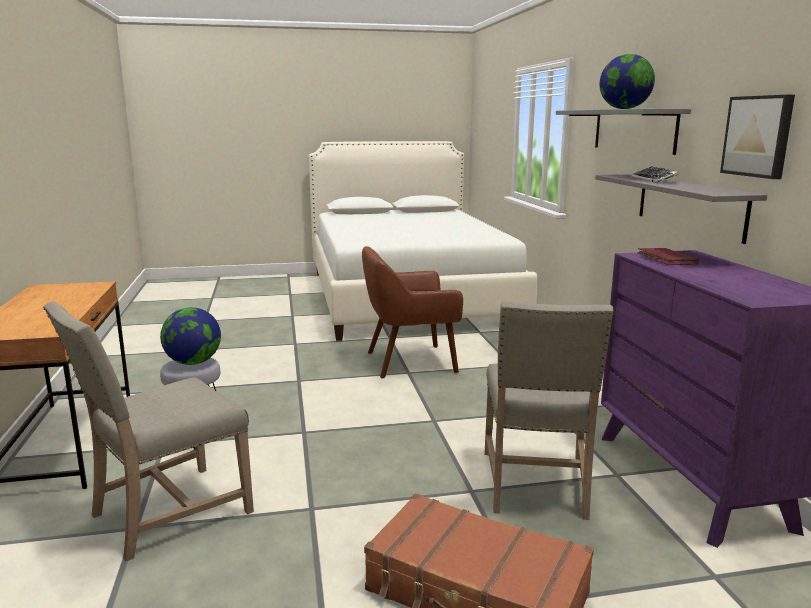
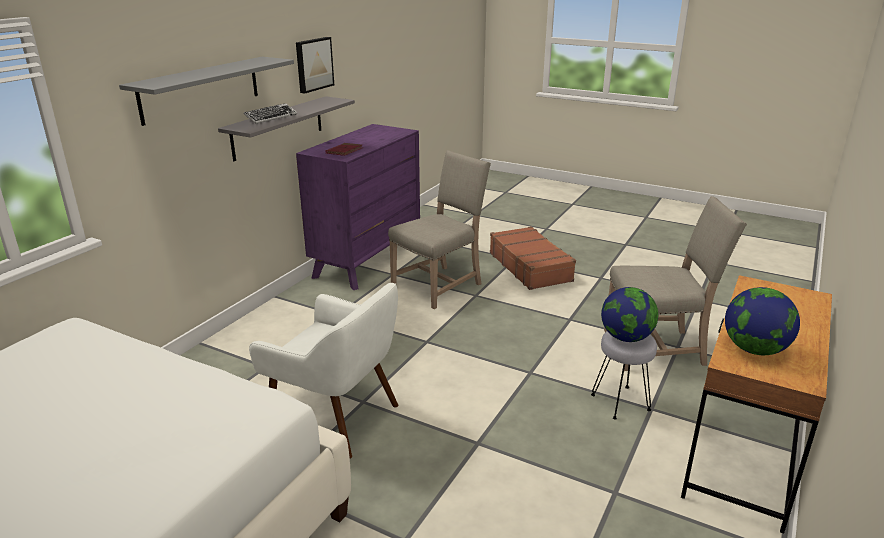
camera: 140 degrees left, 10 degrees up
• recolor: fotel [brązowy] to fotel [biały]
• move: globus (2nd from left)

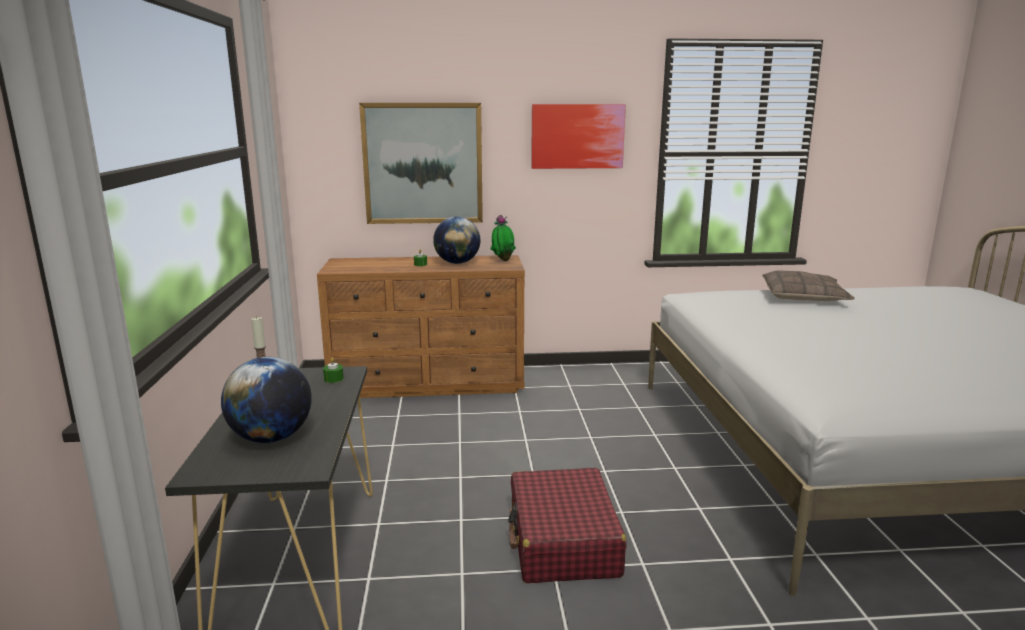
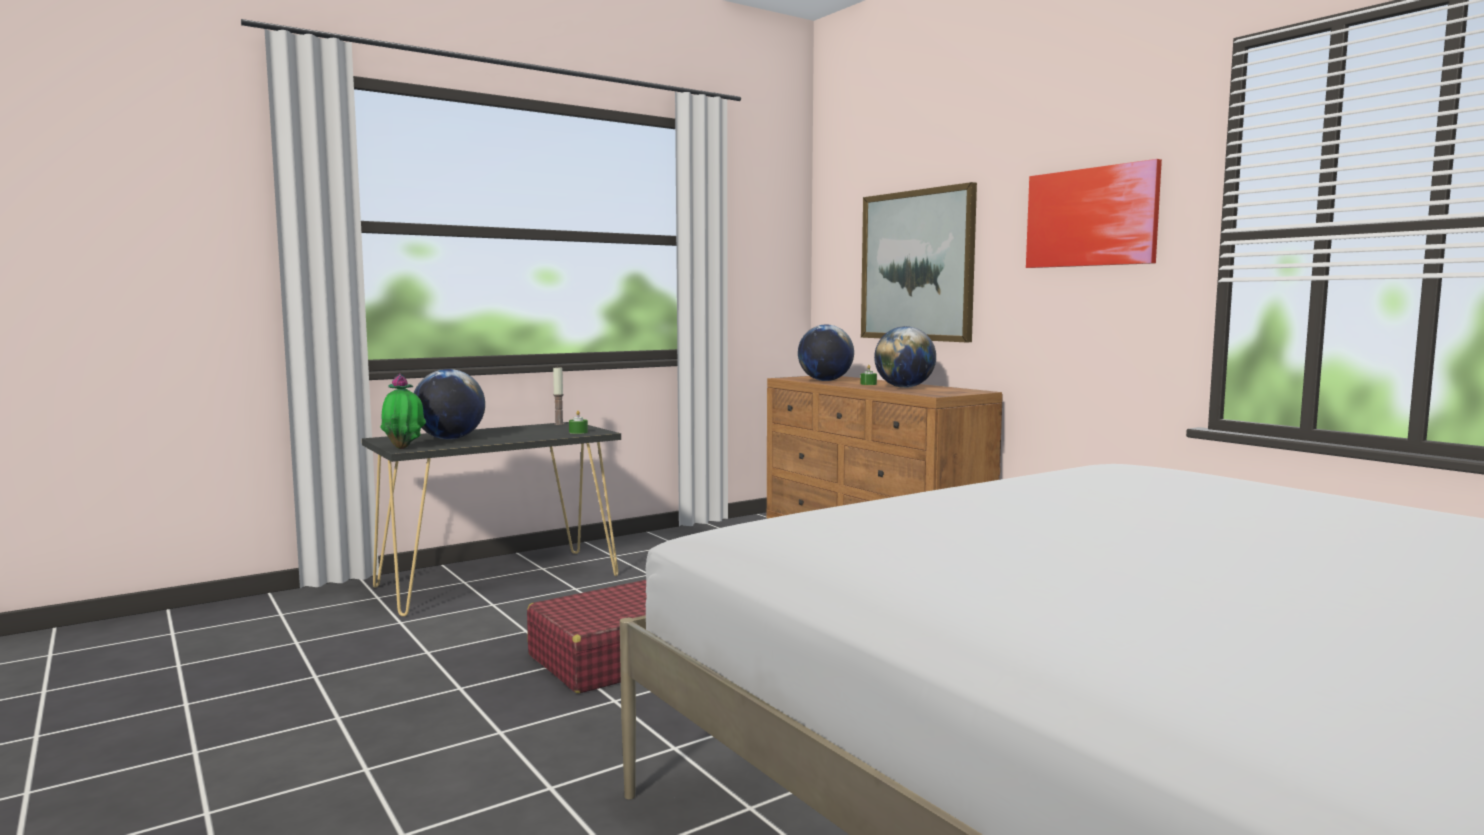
camera: 60 degrees right, 10 degrees down
• move: roślina doniczkowa
• insert: globus (2nd from left)
• delete: poduszka

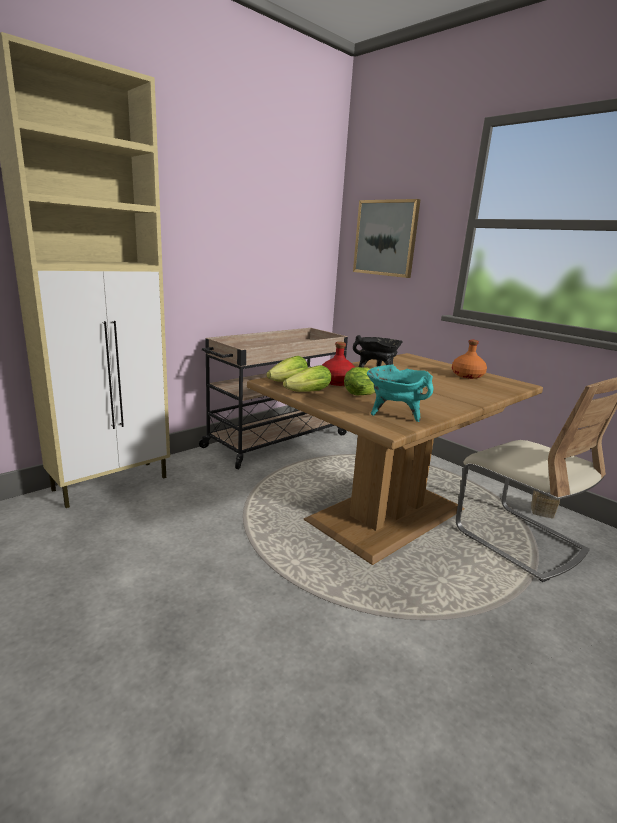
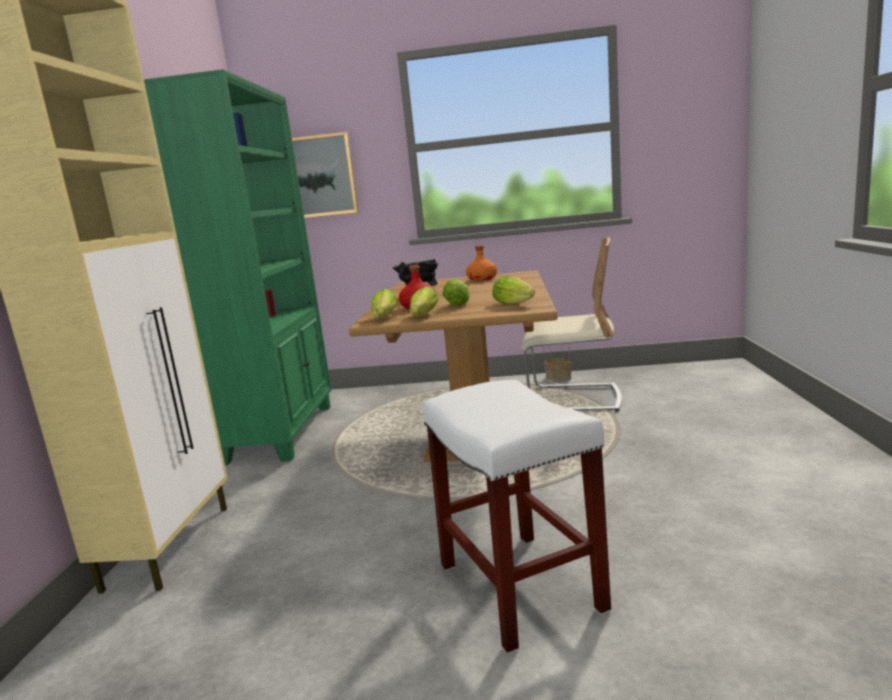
camera: 40 degrees left, 5 degrees down
• replace: wózek [beżowy] to regał [zielony]
• insert: stołek [biały]
• replace: garnek [turkusowy] to sałata (4th from left)

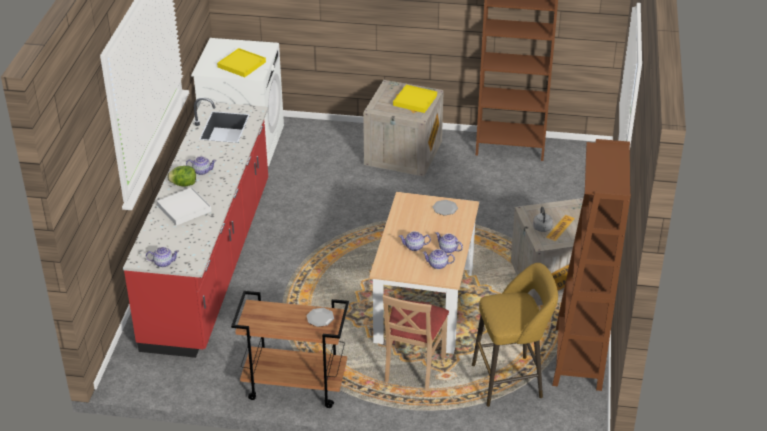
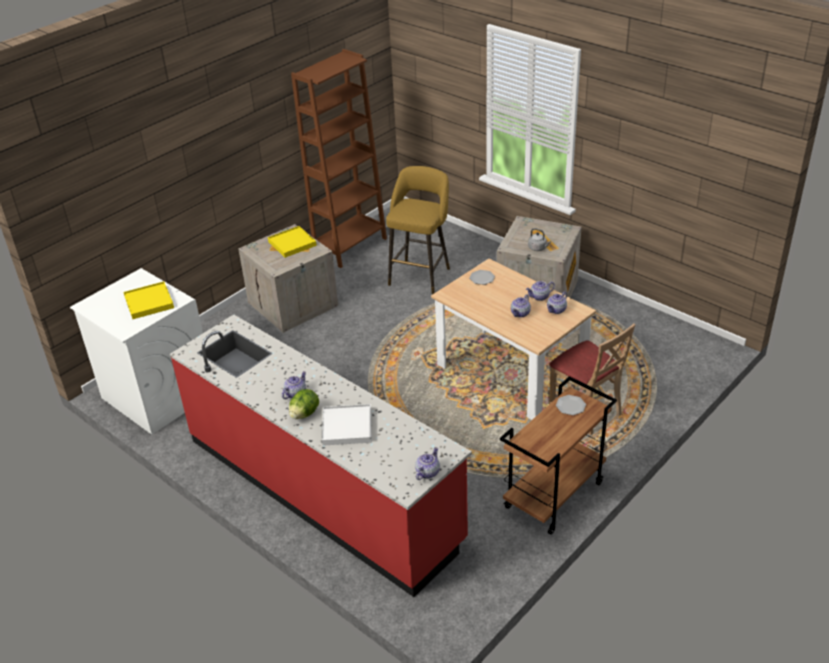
camera: 55 degrees left, 0 degrees up
• move: stołek [żółty]
• delete: regał [brązowy] (2nd from left)

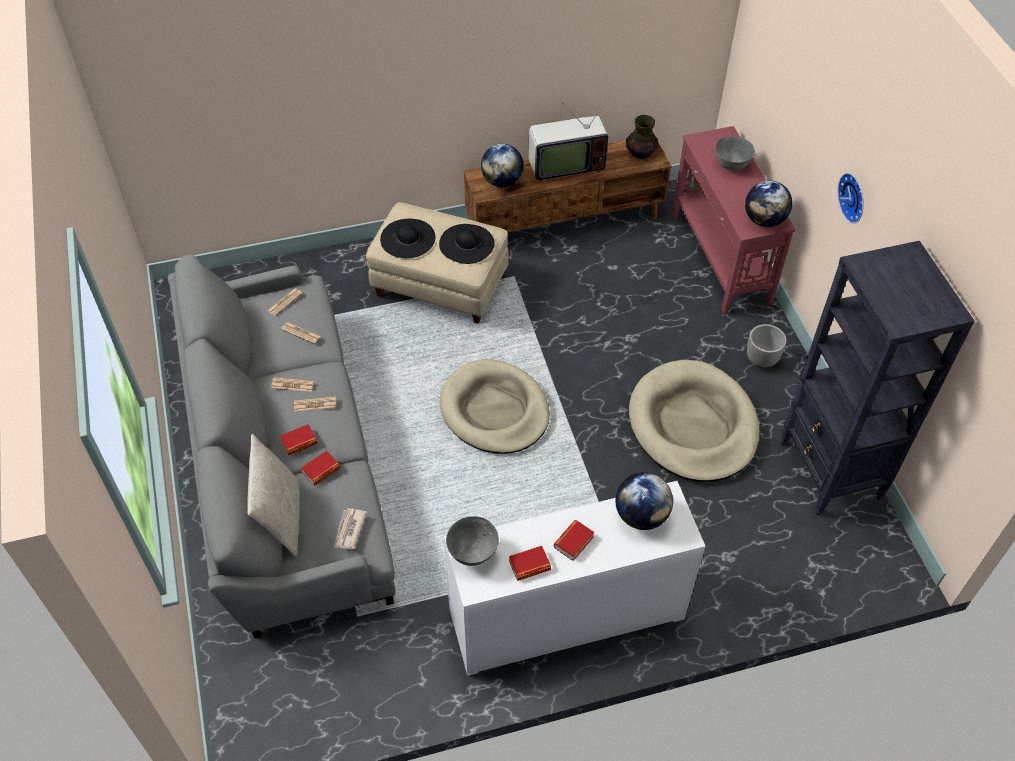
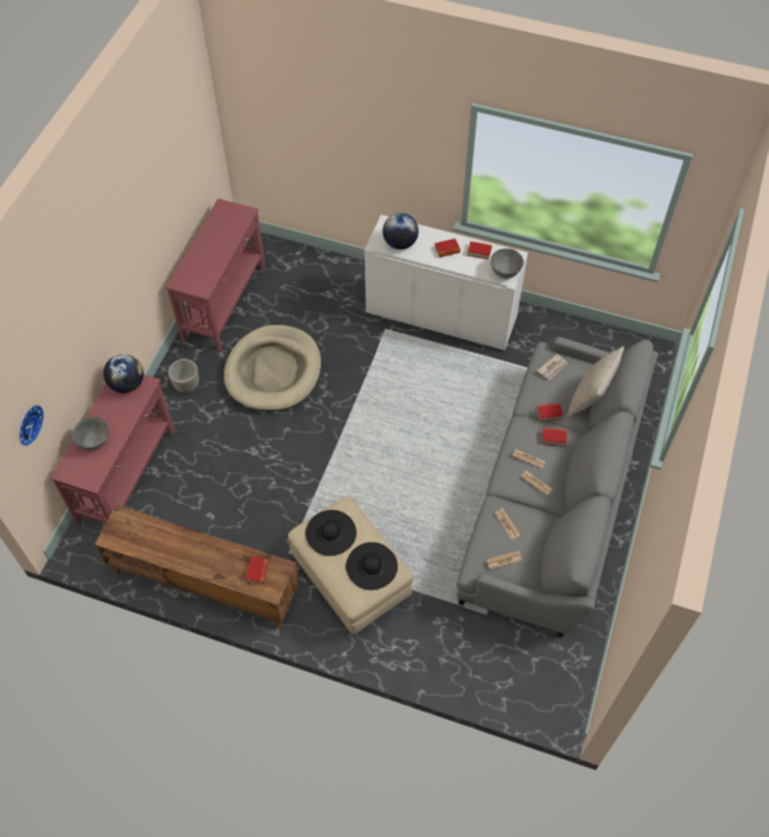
camera: 145 degrees left, 5 degrees up
• move: zegar ścienny
• replace: regał [czarny] to stolik konsolowy [czerwony] (2nd from left)
• replace: globus (1st from left) to książka (1st from left)
• delete: legowisko [beżowy] (1st from left)
• delete: telewizor
• delete: wazon

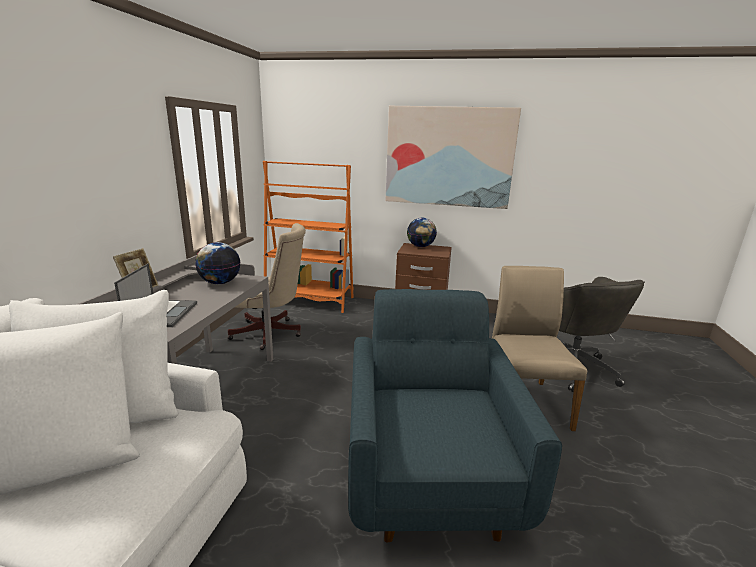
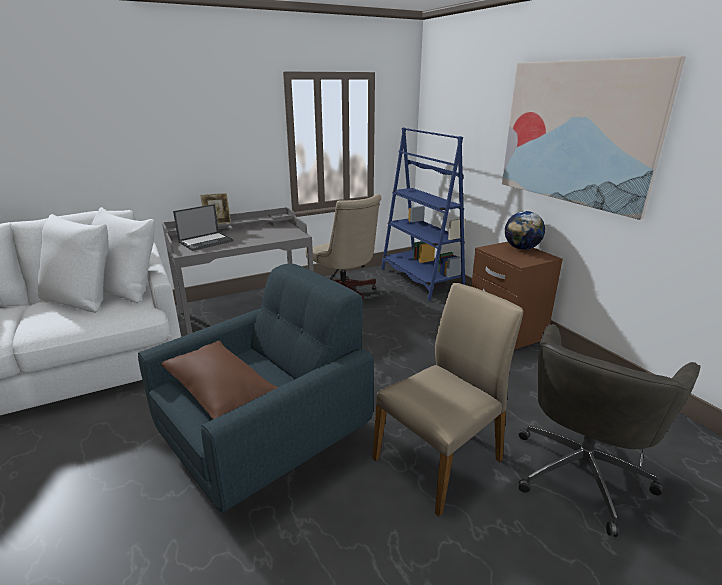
camera: 50 degrees right, 5 degrees up
• insert: poduszka [brązowy]
• recolor: regał [pomarańczowy] to regał [niebieski]
• delete: globus (1st from left)

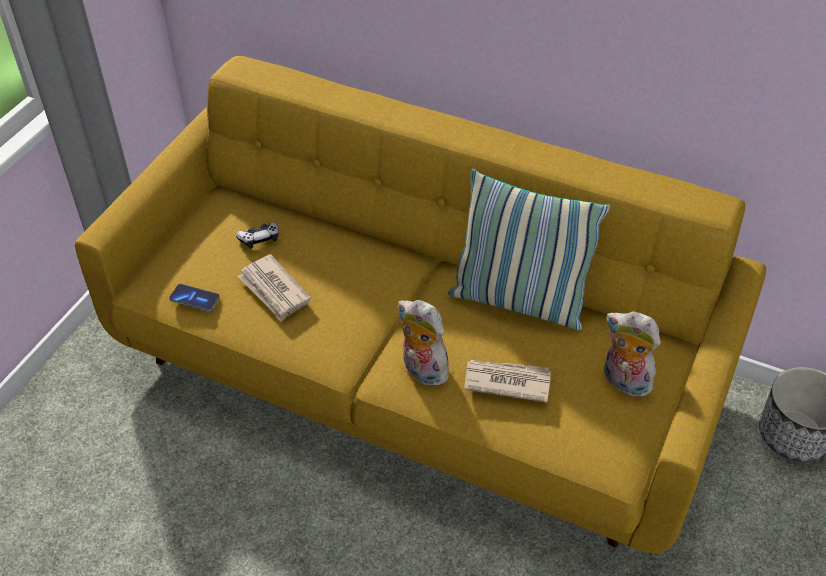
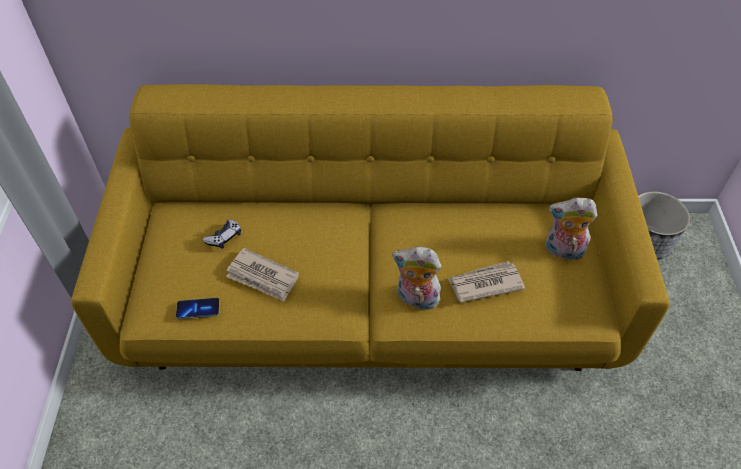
camera: 25 degrees left, 5 degrees up
• delete: poduszka

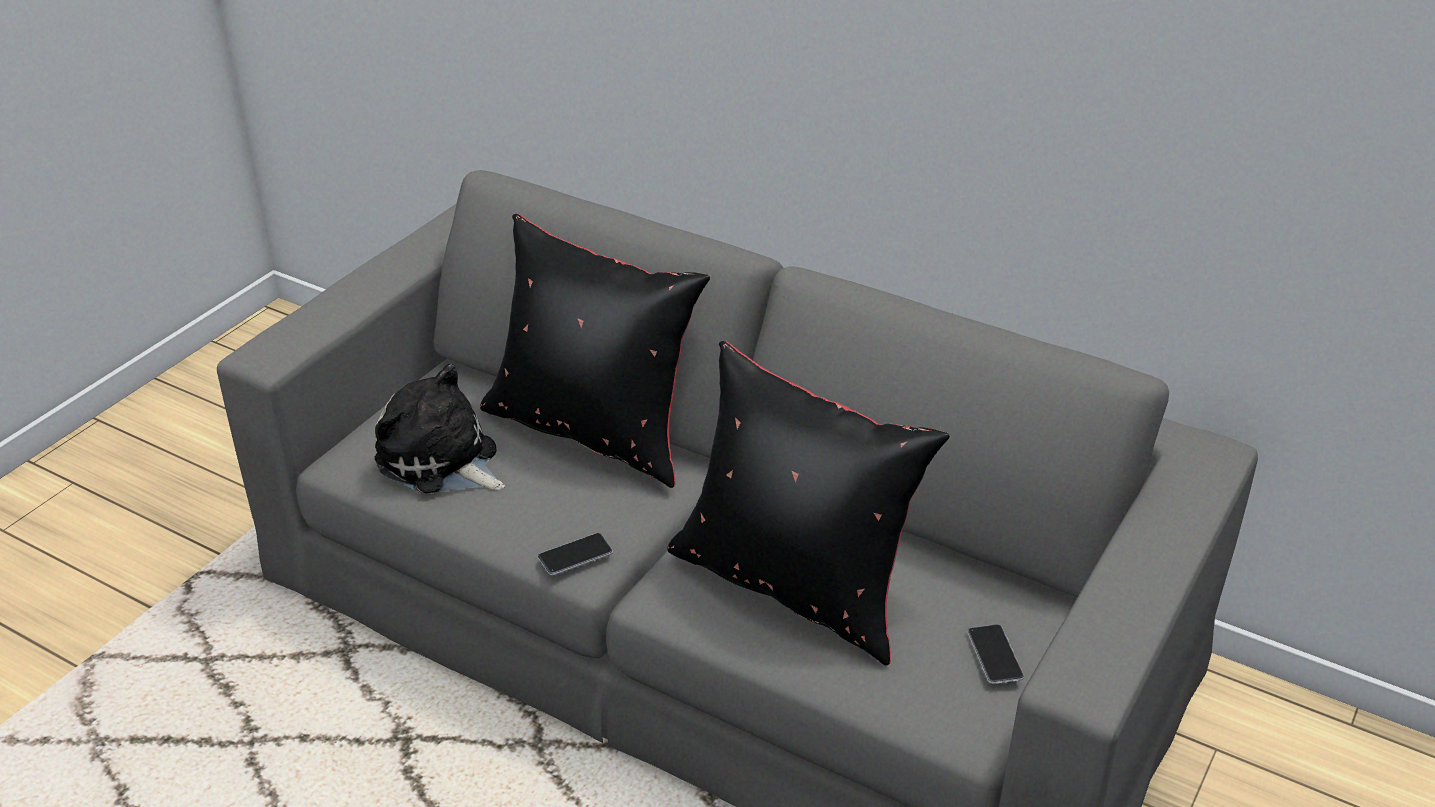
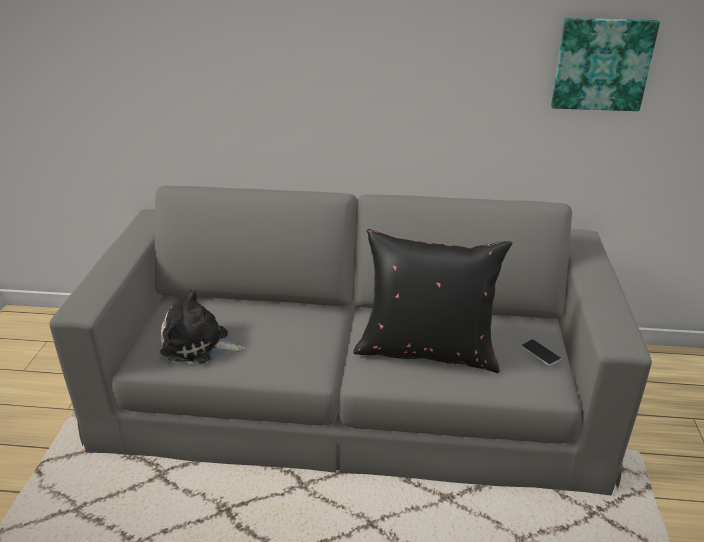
camera: 25 degrees left, 5 degrees down
• insert: obraz
• delete: poduszka [czarny] (1st from left)
• delete: telefon (1st from left)

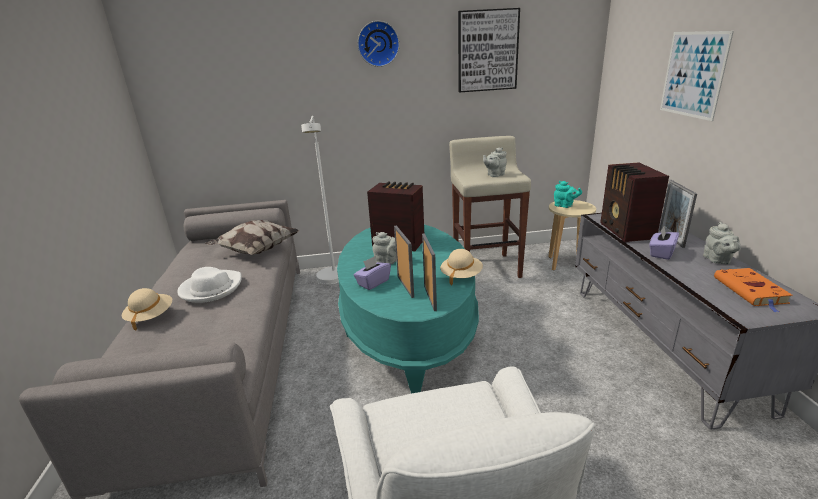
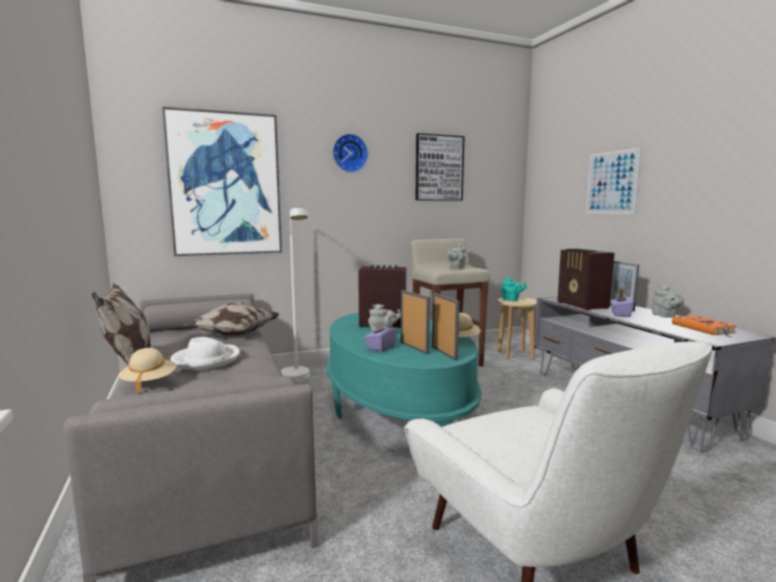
camera: 15 degrees left, 15 degrees down
• insert: poduszka (1st from left)
• insert: obraz (1st from left)

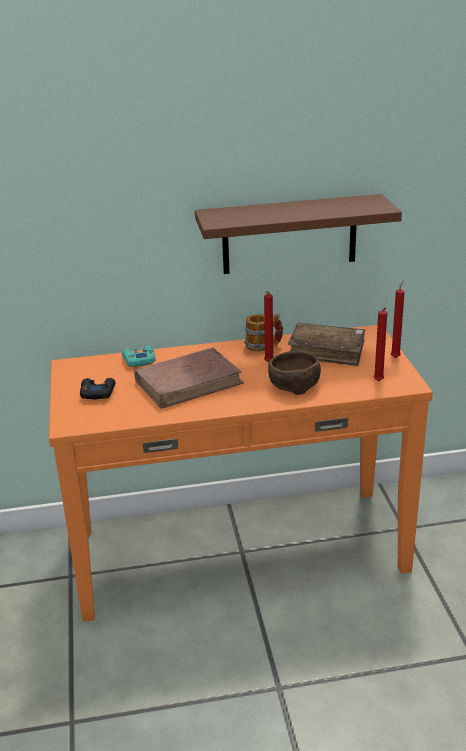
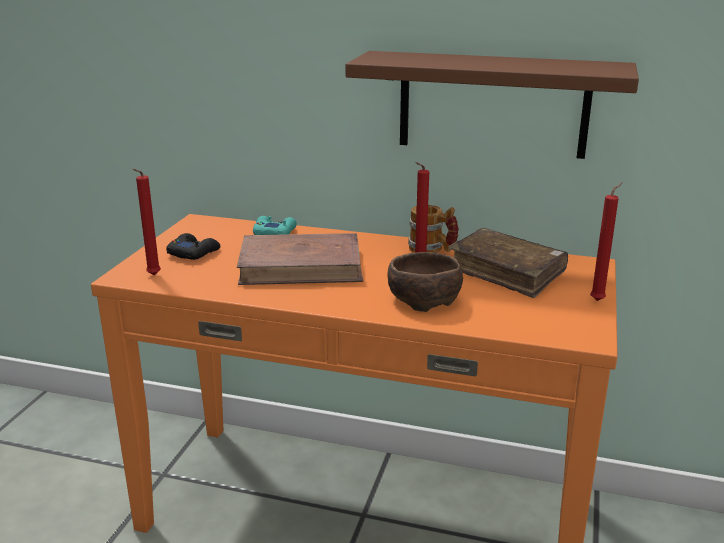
camera: 25 degrees right, 5 degrees down
• move: świeca [czerwony] (2nd from left in the first image) to świeca [czerwony] (1st from left)

